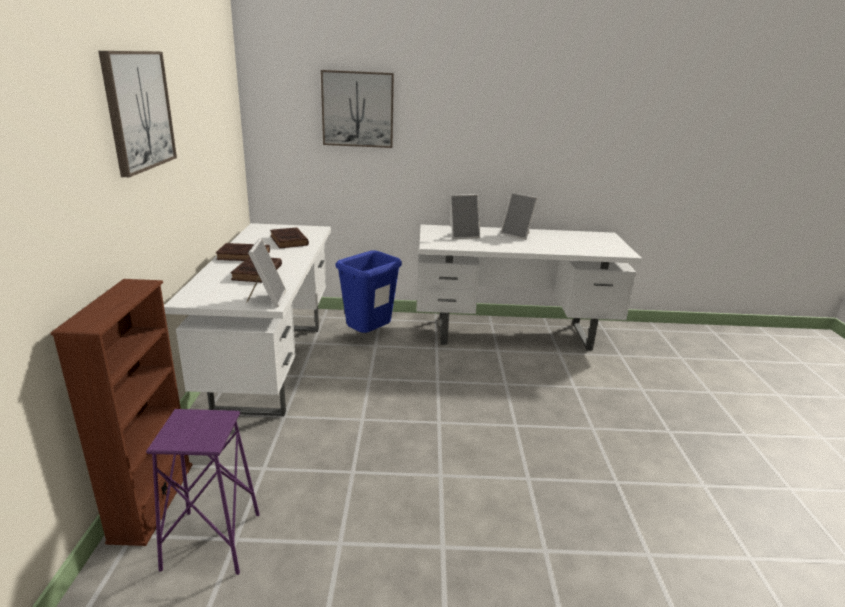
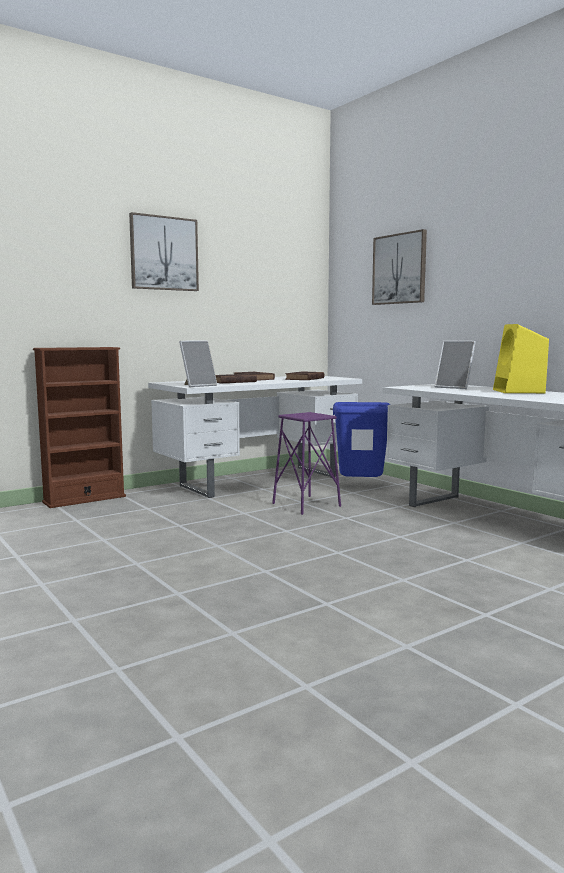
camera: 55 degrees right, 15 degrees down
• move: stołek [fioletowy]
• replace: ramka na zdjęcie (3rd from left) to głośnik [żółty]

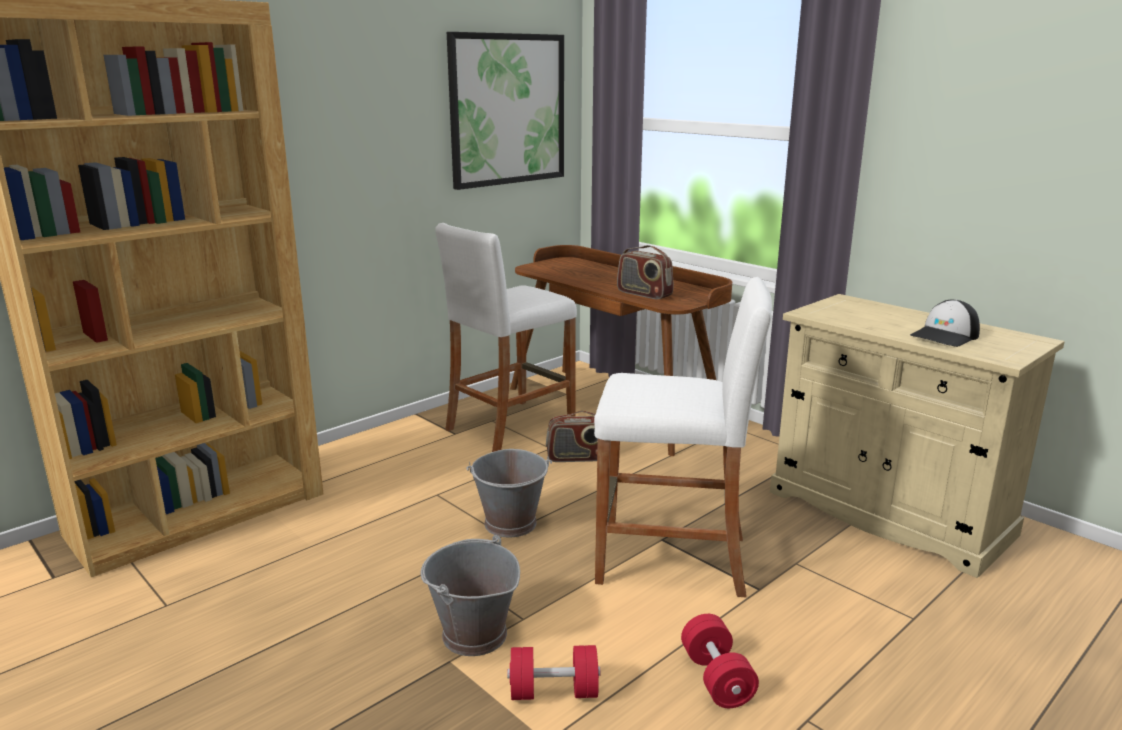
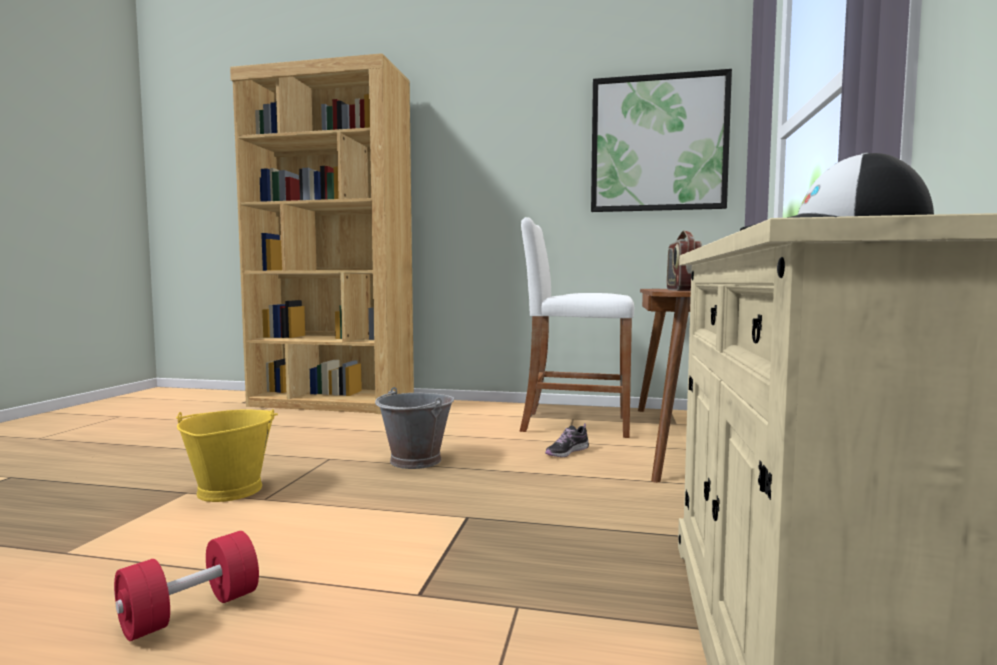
camera: 55 degrees right, 15 degrees down
• recolor: wiadro [szary] (1st from left) to wiadro [żółty]
• replace: radio (1st from left) to but
• delete: hantel [czerwony] (1st from left)
• delete: stołek [biały] (2nd from left)

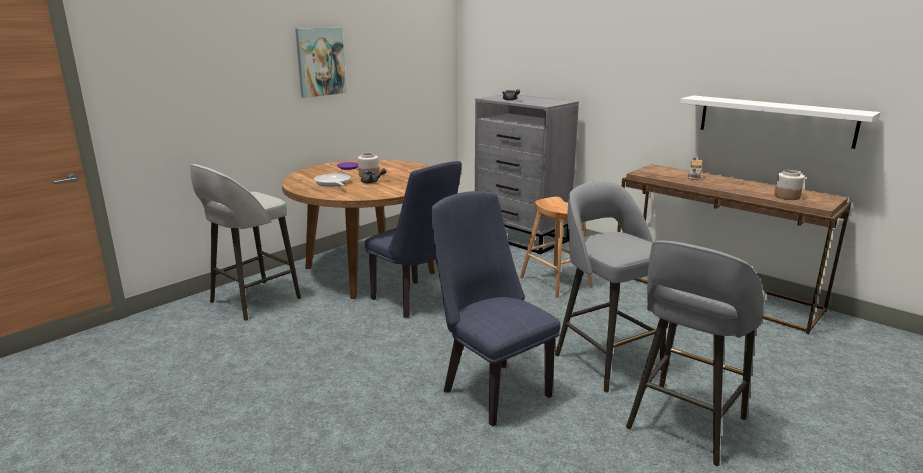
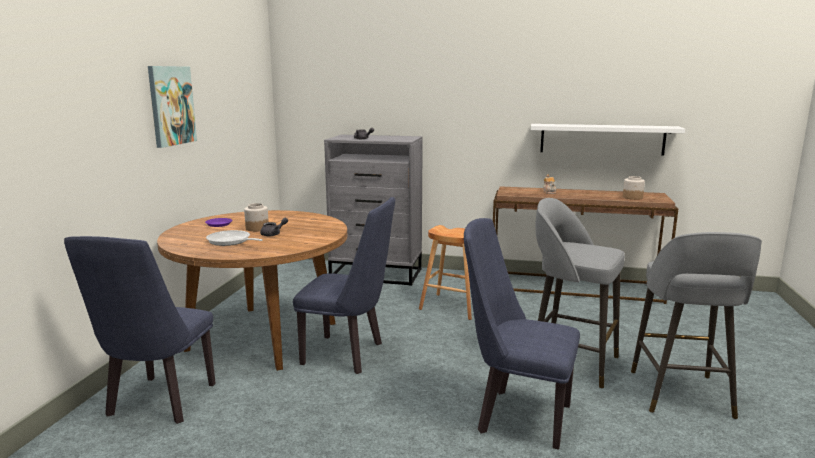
camera: 30 degrees left, 5 degrees down
• replace: stołek [szary] (1st from left) to krzesło [niebieski] (1st from left)

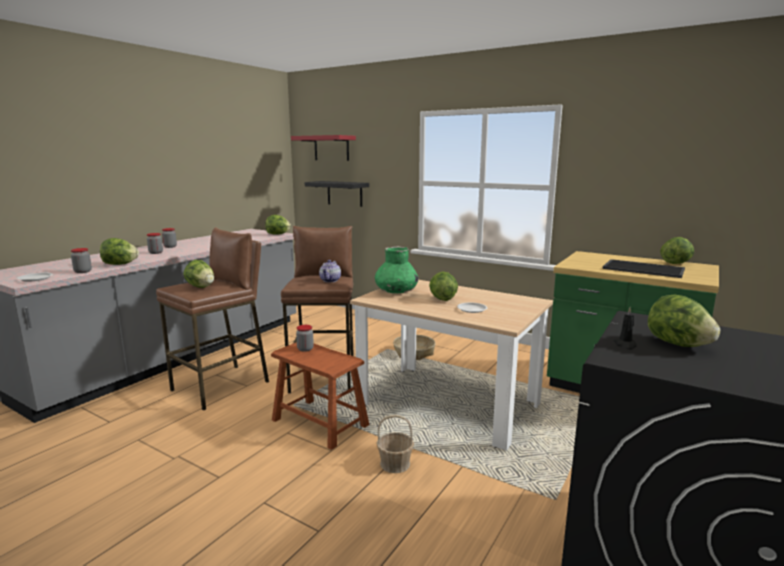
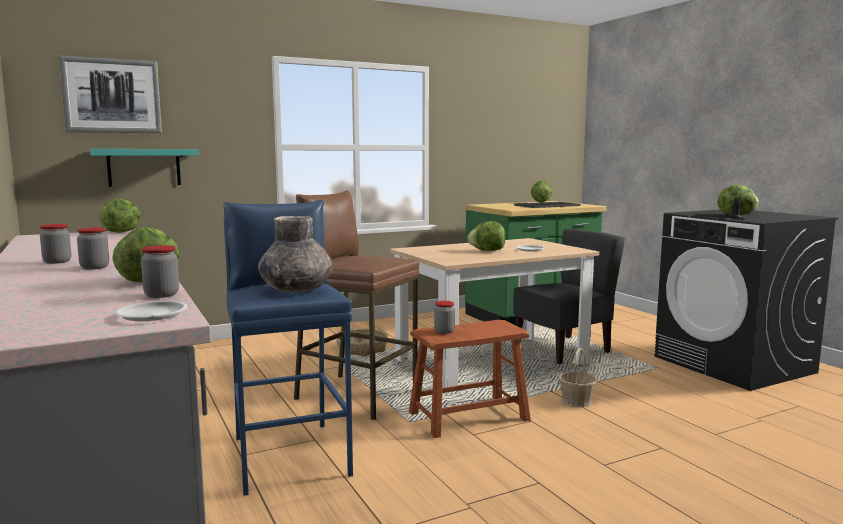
camera: 60 degrees left, 5 degrees down
• replace: półka [czerwony] to obraz
• recolor: półka [czarny] to półka [turkusowy]
• recolor: stołek [brązowy] (1st from left) to stołek [niebieski]
• replace: sałata (2nd from left) to wazon [szary]
• insert: krzesło [szary]
• delete: imbryk
• delete: wazon [zielony]

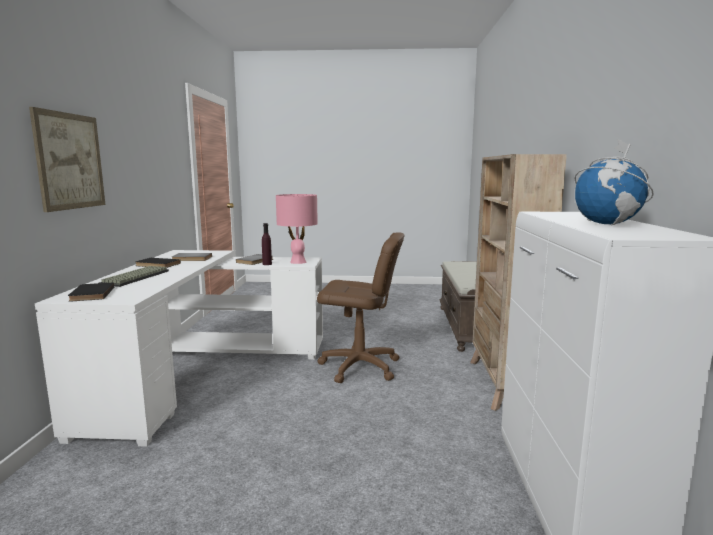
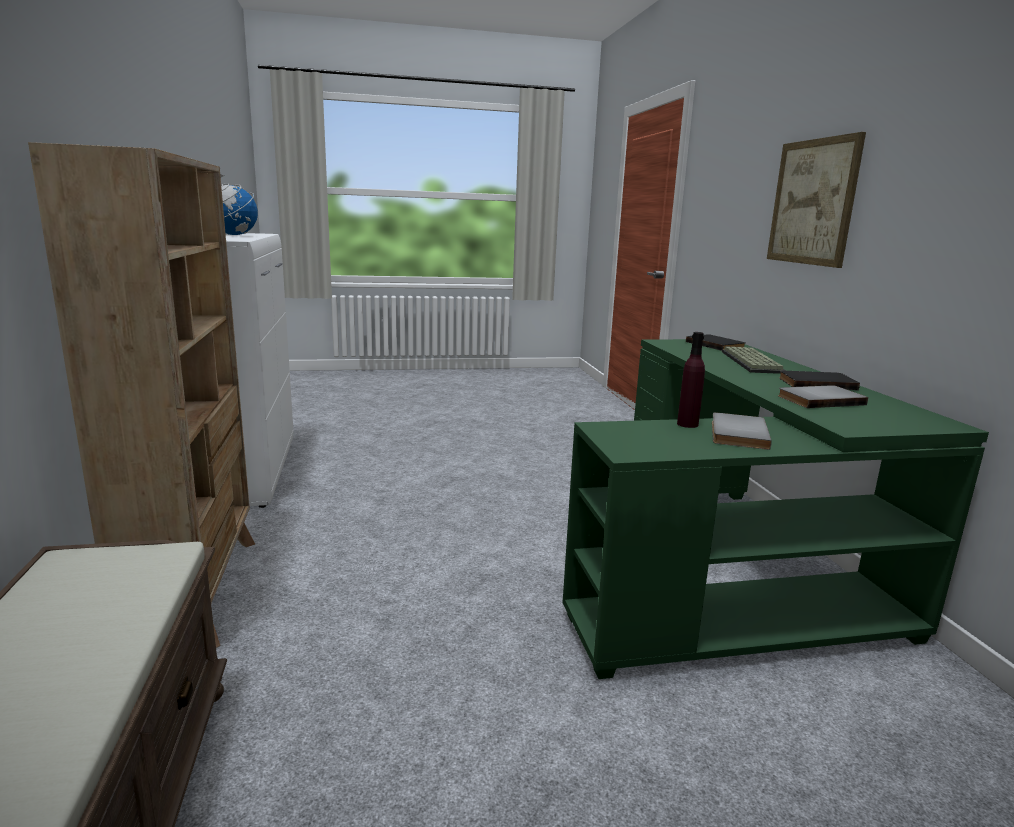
camera: 165 degrees right, 5 degrees up
• recolor: biurko [biały] to biurko [zielony]
• delete: lampa stołowa [różowy]
• delete: krzesło biurowe [brązowy]

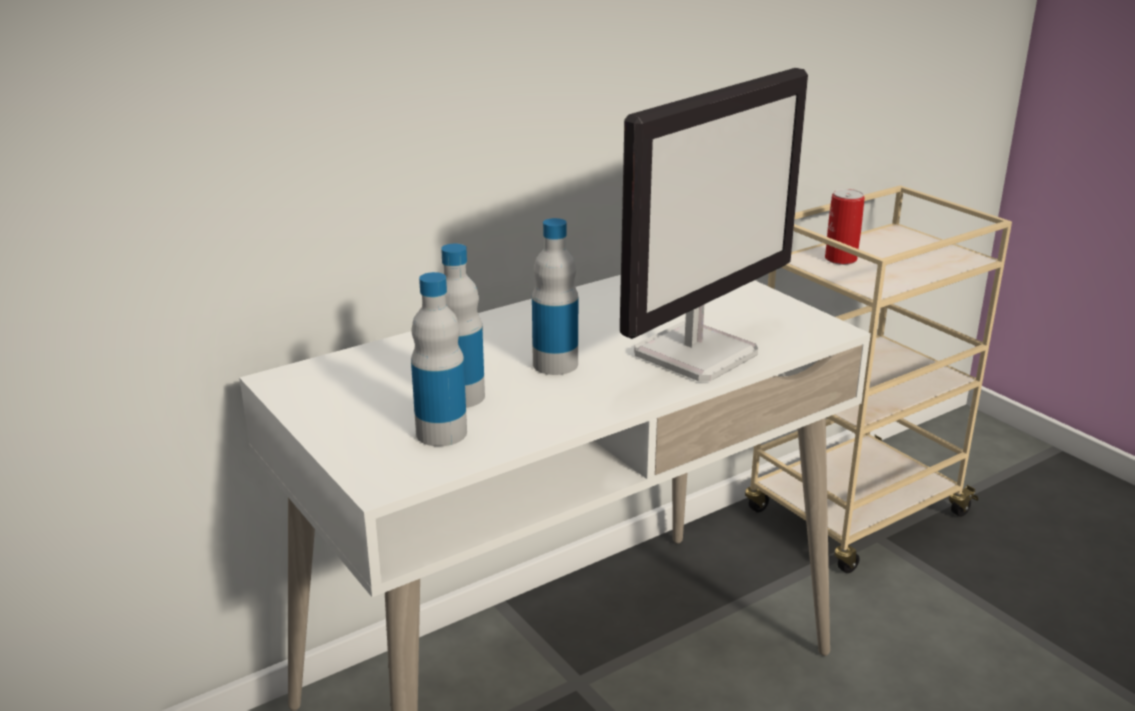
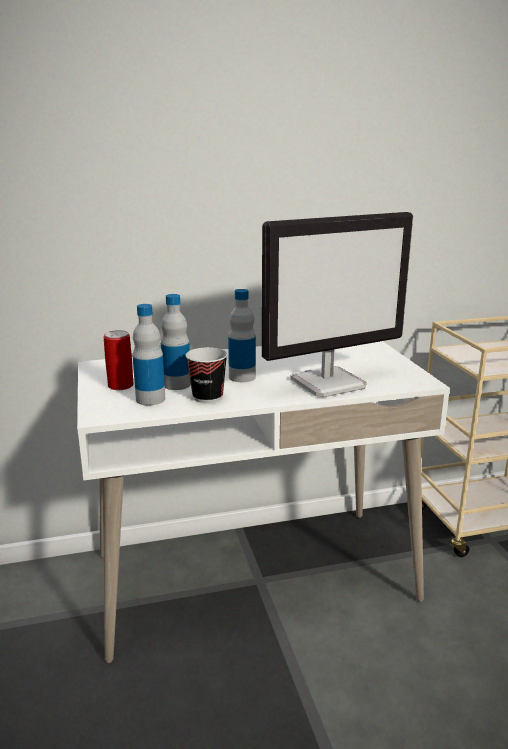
camera: 20 degrees right, 5 degrees down
• move: puszka
• insert: filiżanka

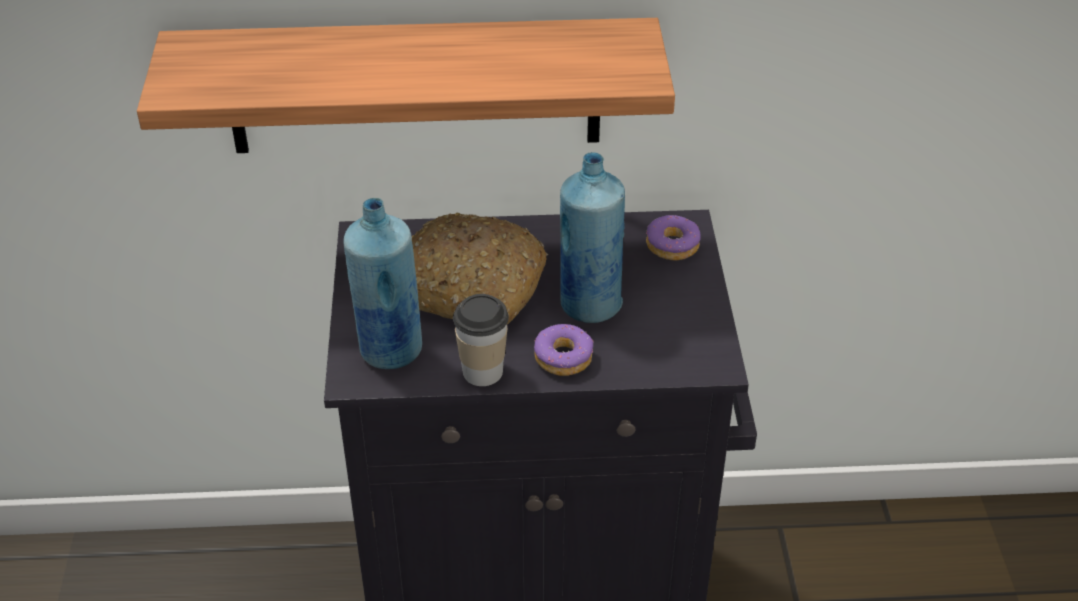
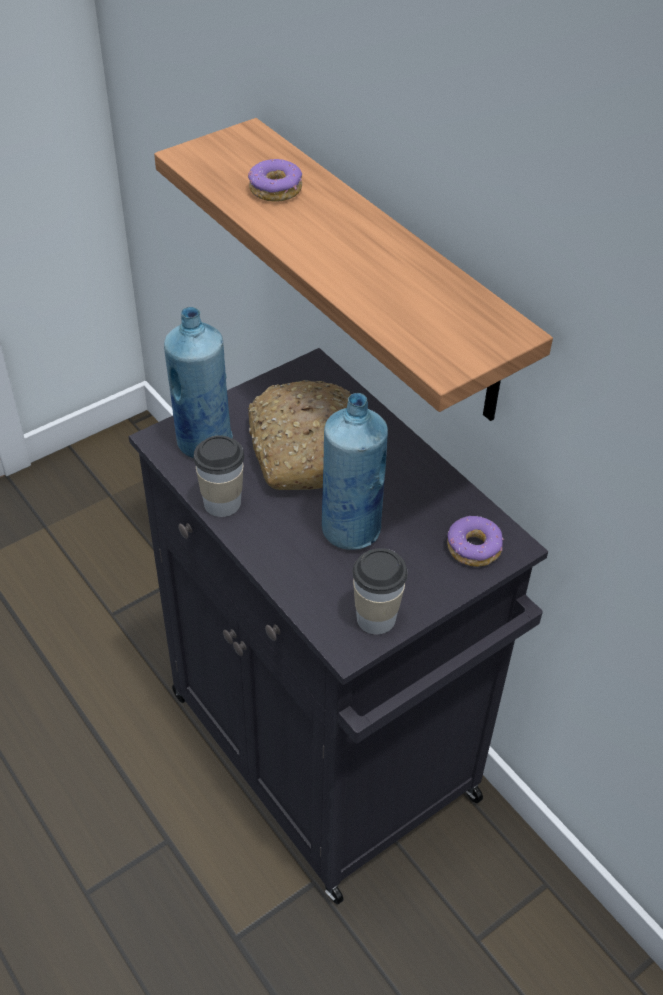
camera: 55 degrees right, 5 degrees up
• move: donut (1st from left)
• insert: filiżanka (2nd from left)

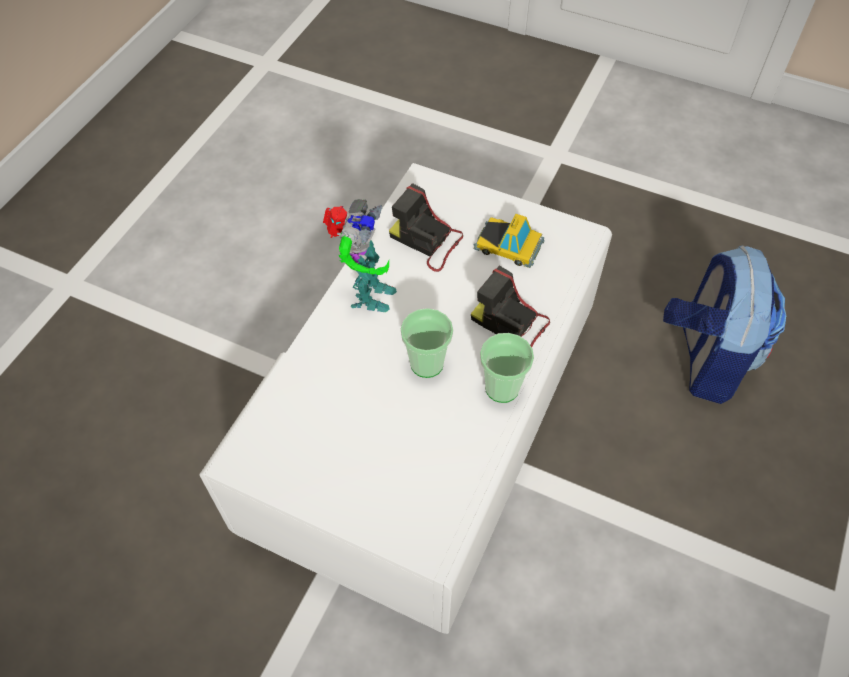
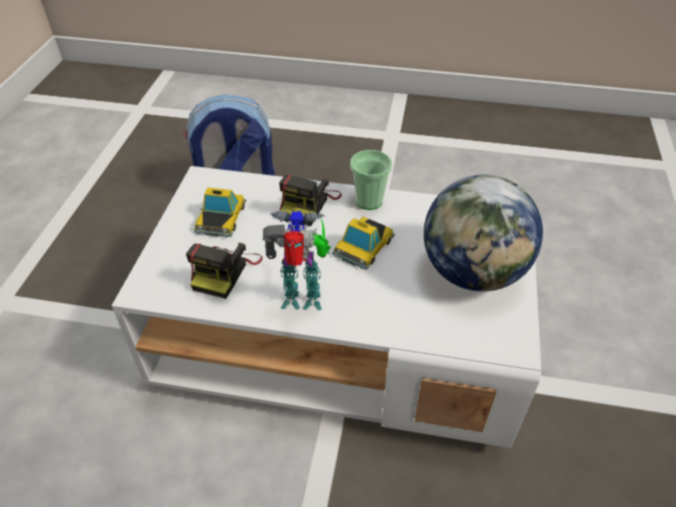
camera: 105 degrees left, 10 degrees down
• replace: filiżanka (1st from left) to samochodzik (2nd from left)
• insert: globus

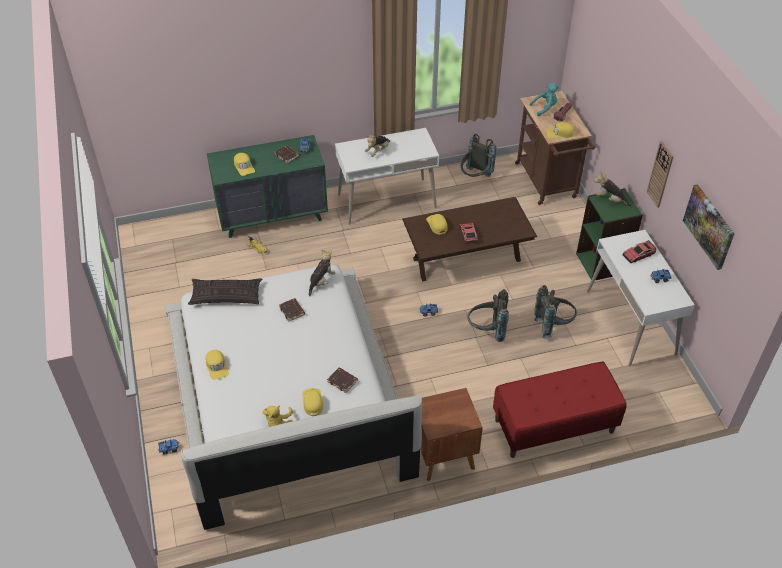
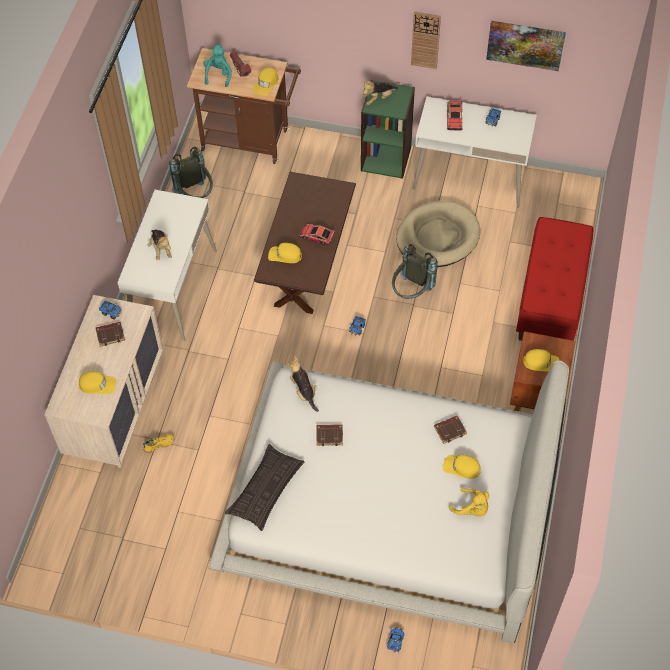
camera: 60 degrees left, 10 degrees up
• recolor: komoda [zielony] to komoda [beżowy]
• replace: plecak [szary] (3rd from left) to legowisko [beżowy]
• move: czapka z daszkiem [żółty] (1st from left in the first image) to czapka z daszkiem [żółty] (5th from left)

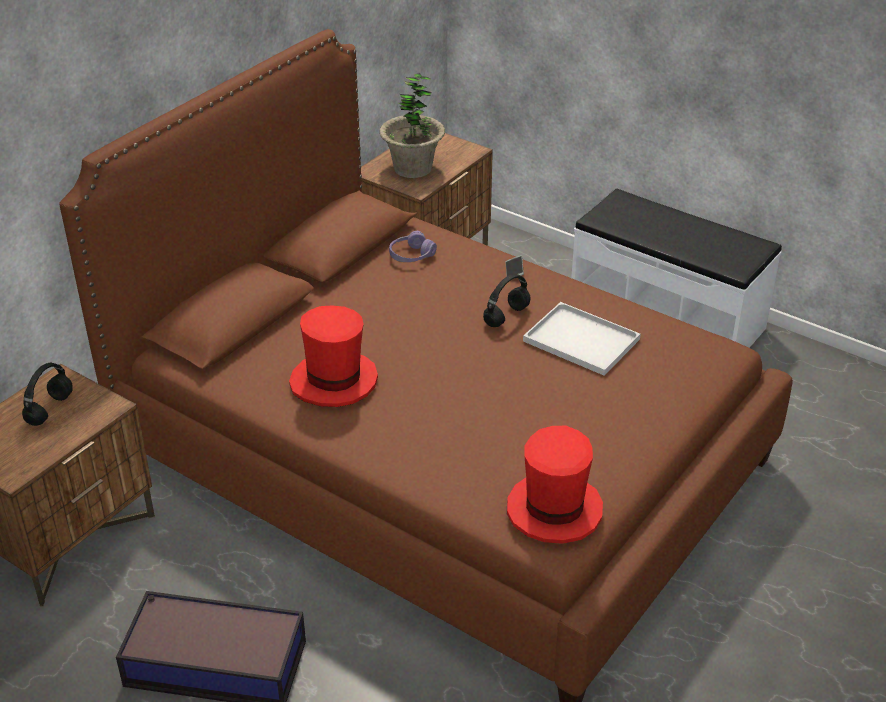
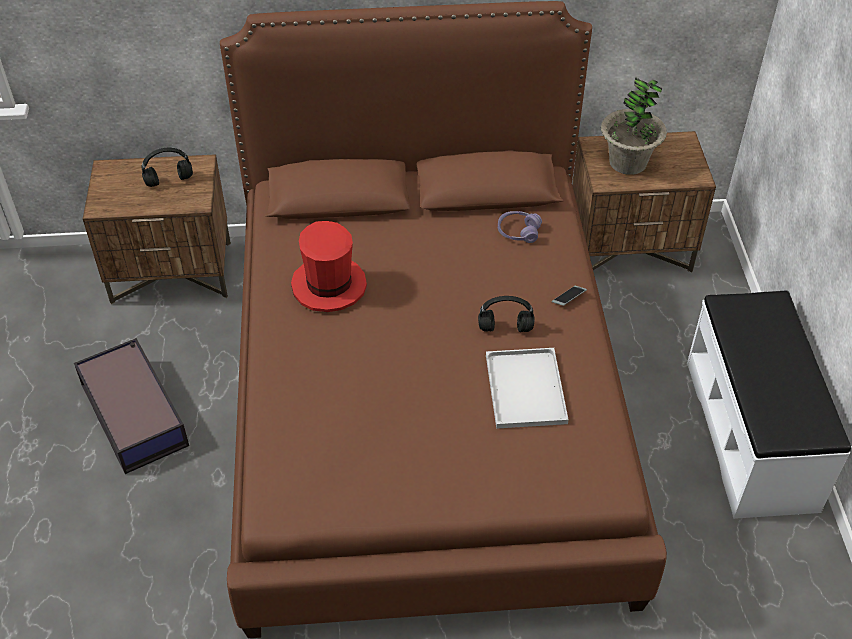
camera: 50 degrees right, 10 degrees up
• delete: kapelusz [czerwony] (2nd from left)

